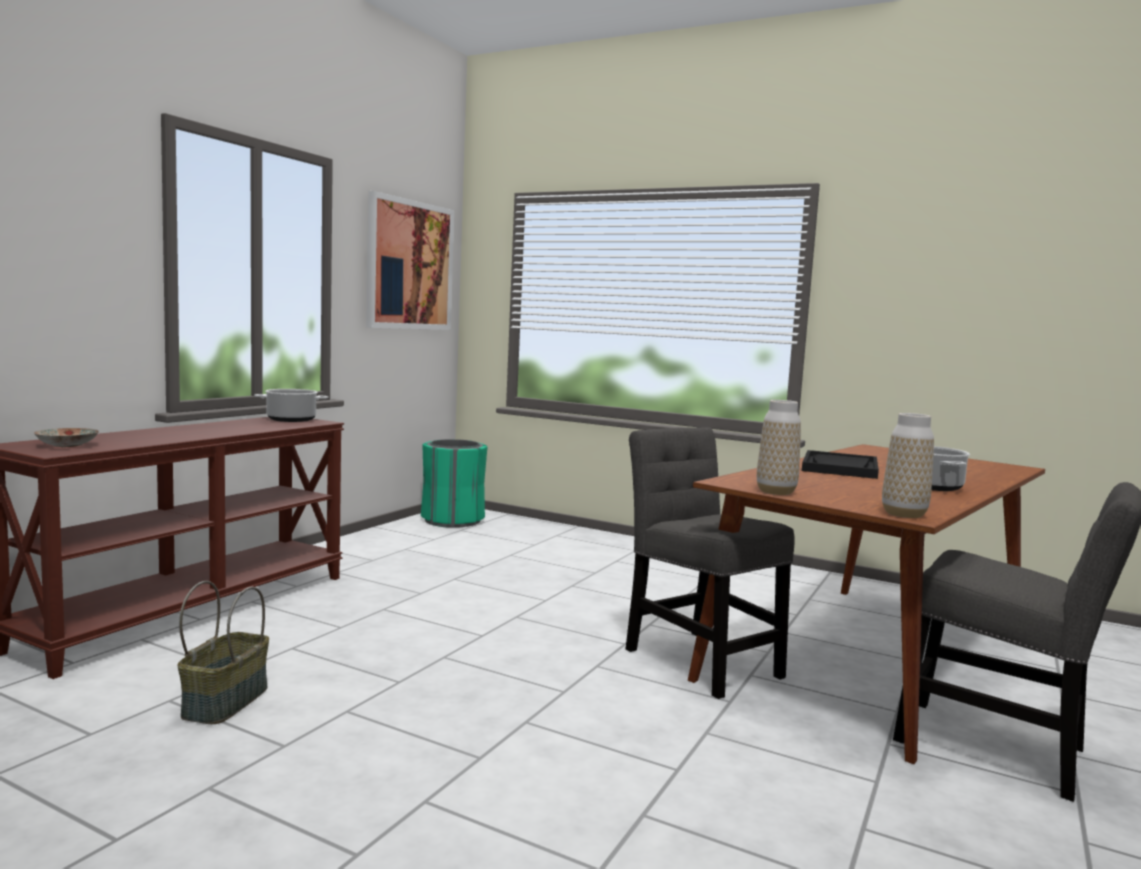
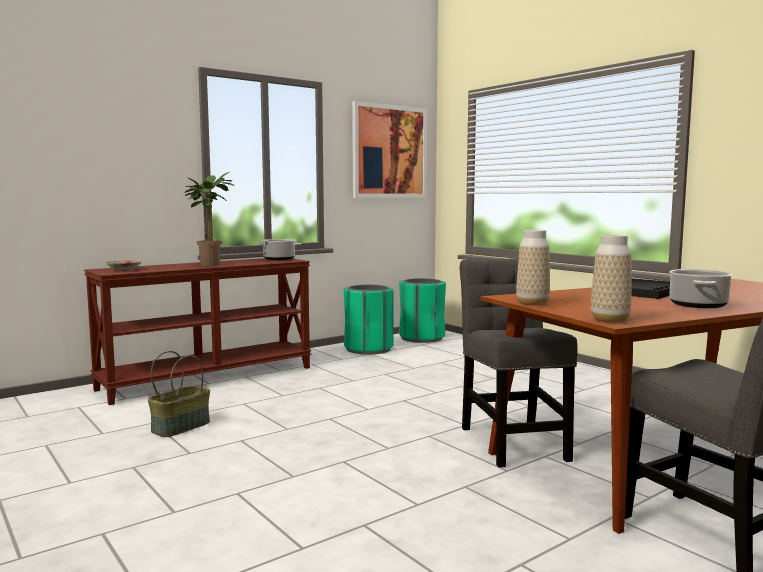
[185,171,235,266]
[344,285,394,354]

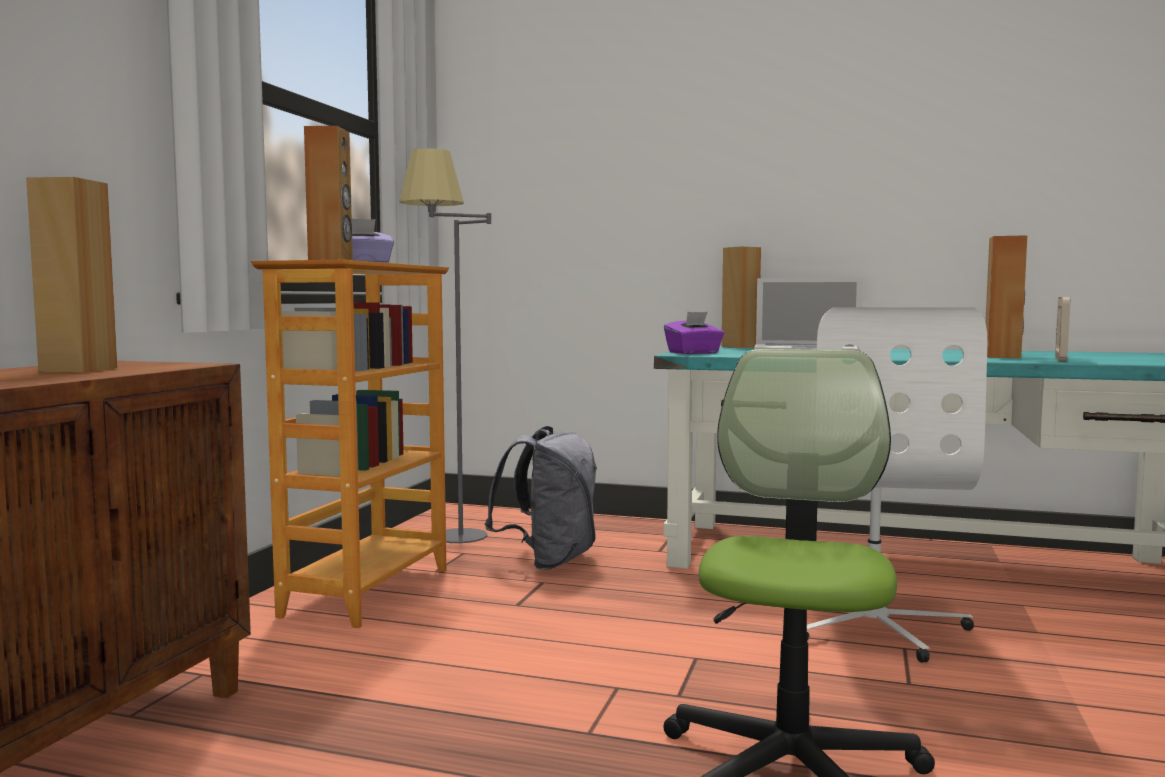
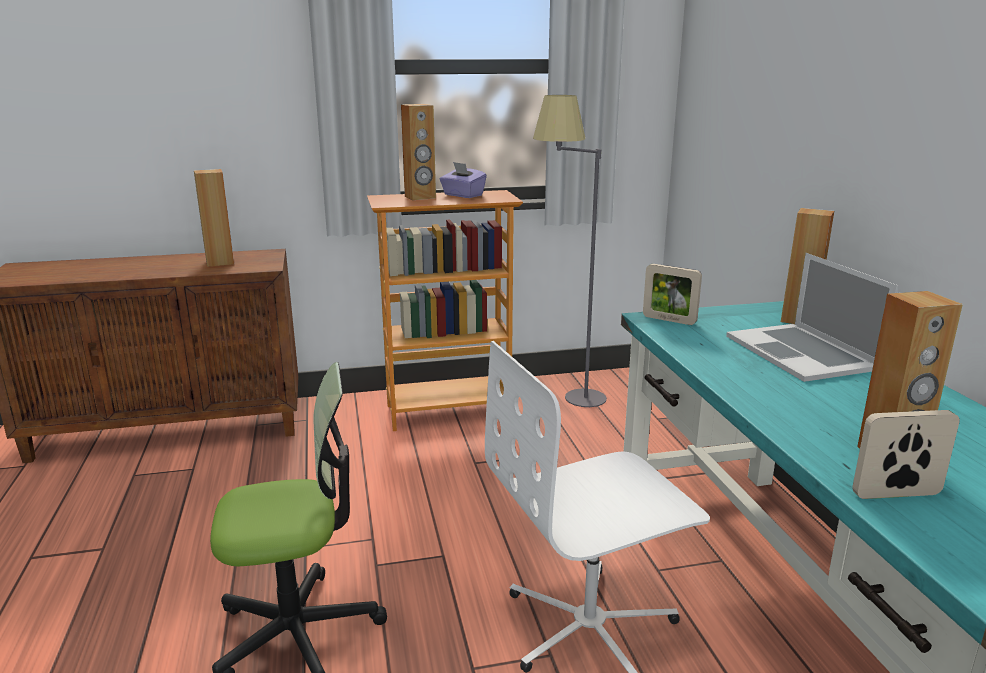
[485,426,597,570] (first image)
[643,264,702,325]

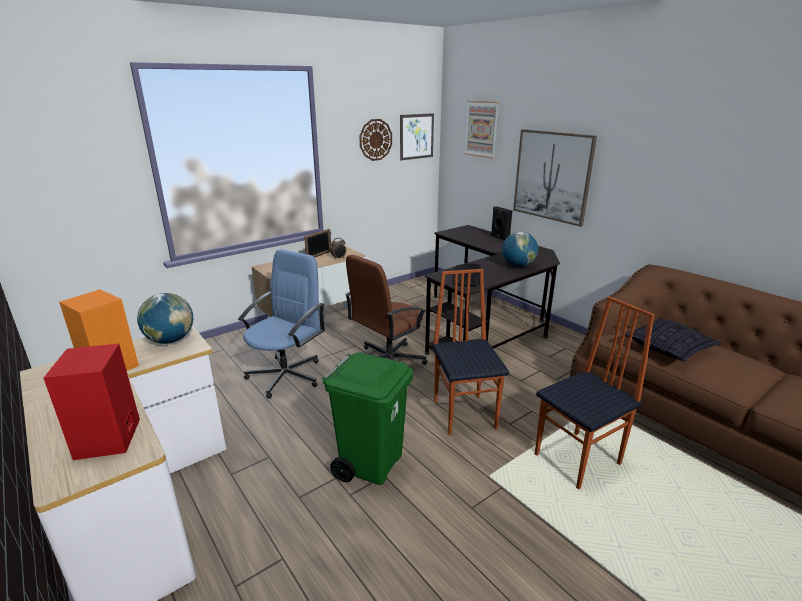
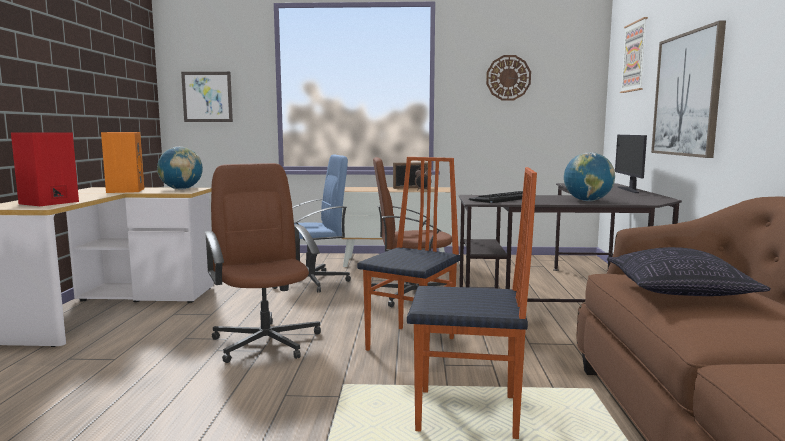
[204,163,321,363]
[181,72,233,122]
[615,135,647,193]

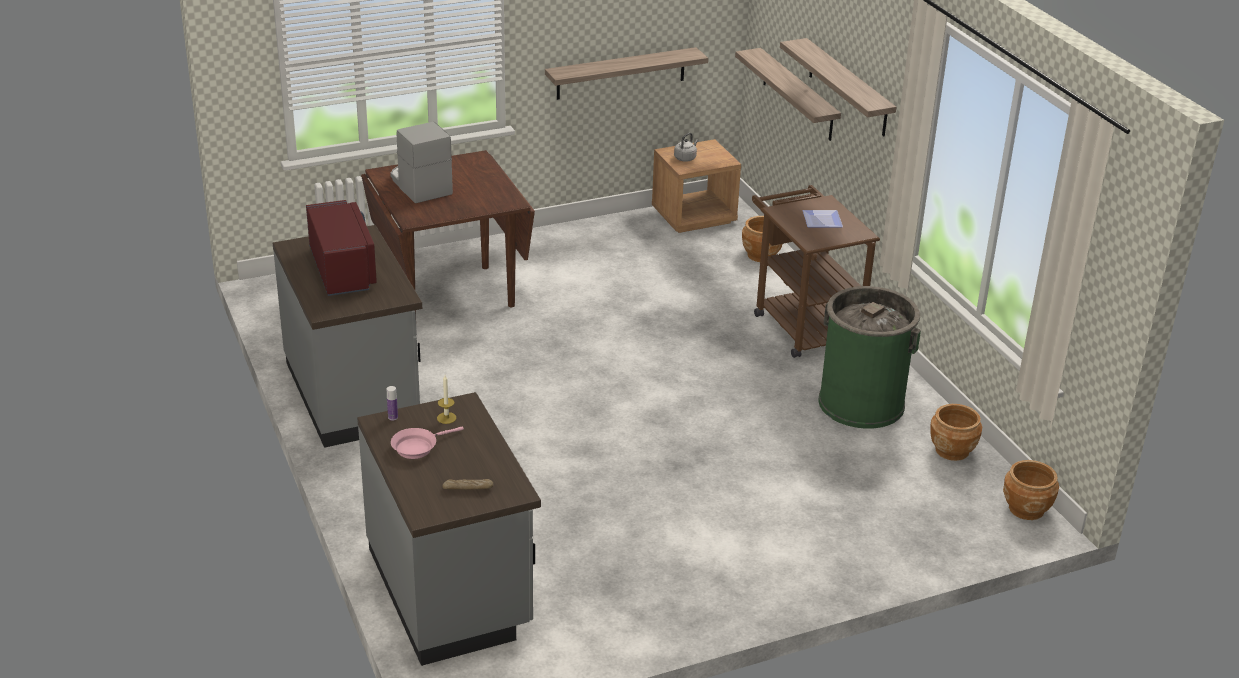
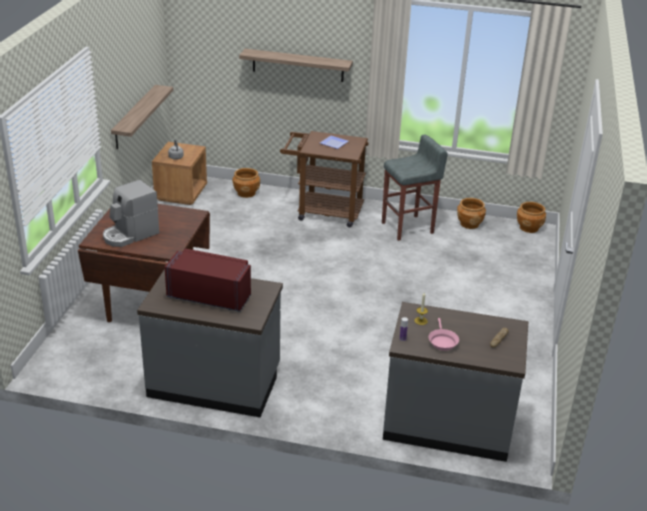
[103,180,159,247]
[735,48,841,141] (first image)
[382,134,448,241]

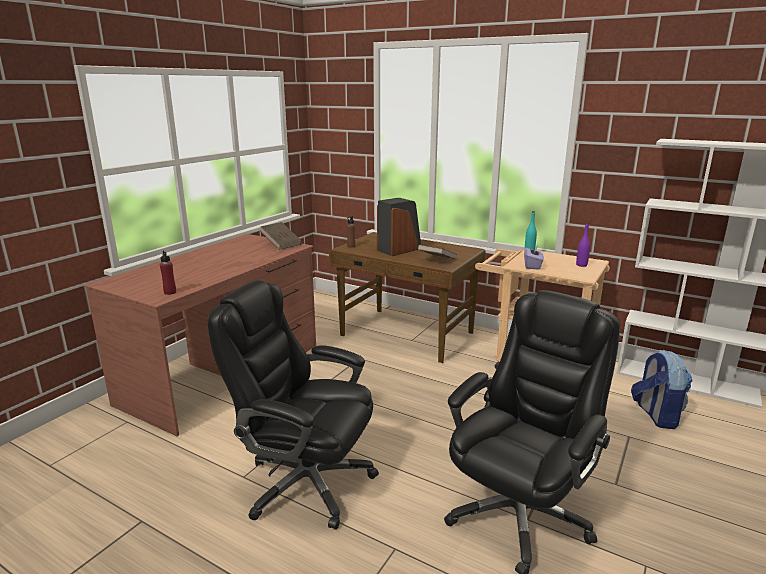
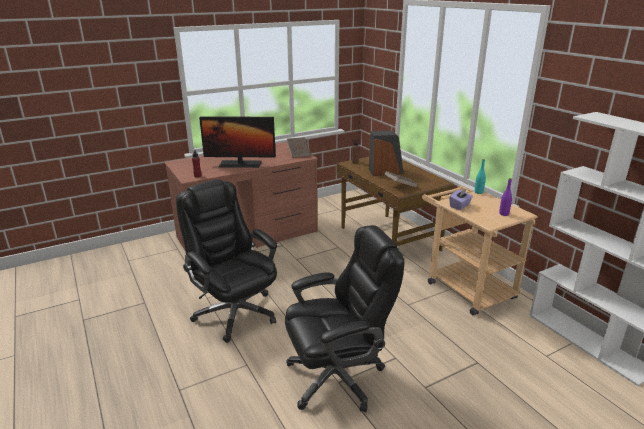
[631,350,693,429] (first image)
[199,116,276,168]

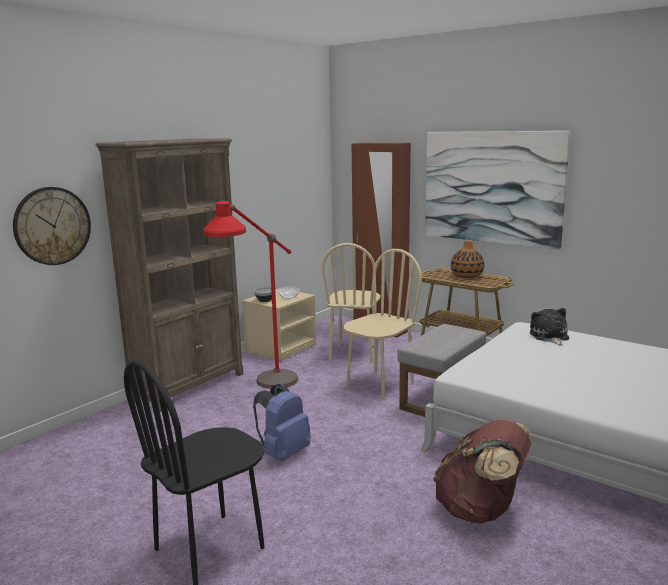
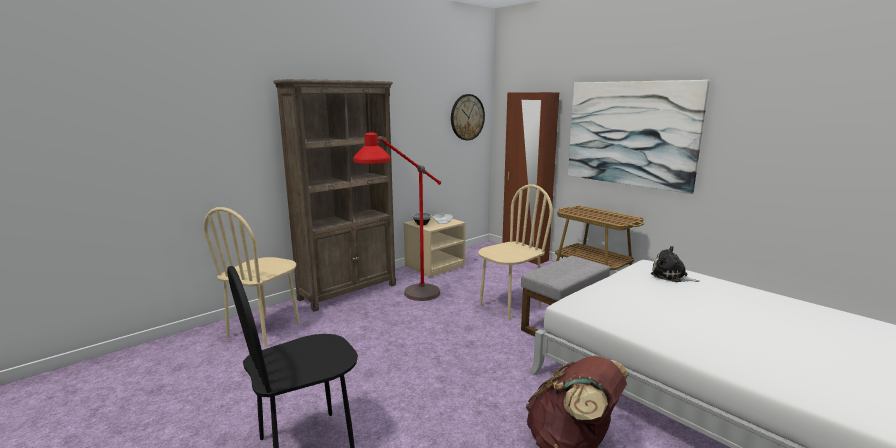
[451,94,485,140]
[253,384,311,461] (first image)
[204,207,300,348]
[451,240,484,278] (first image)
[651,246,700,282]

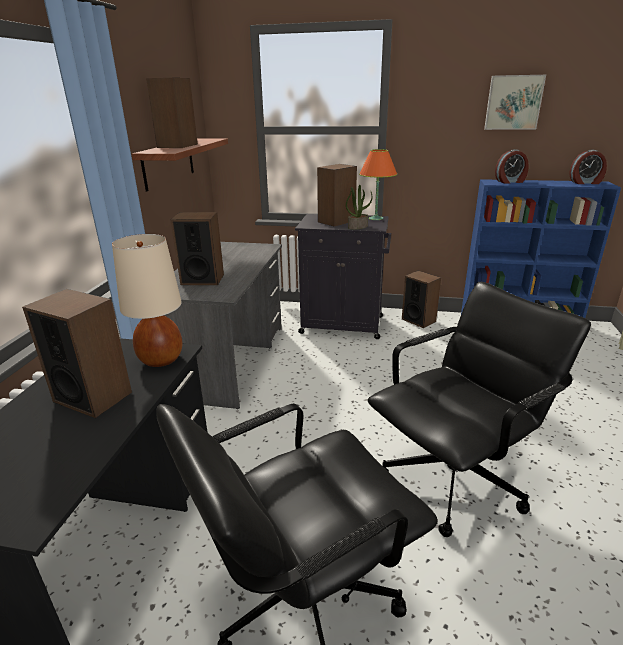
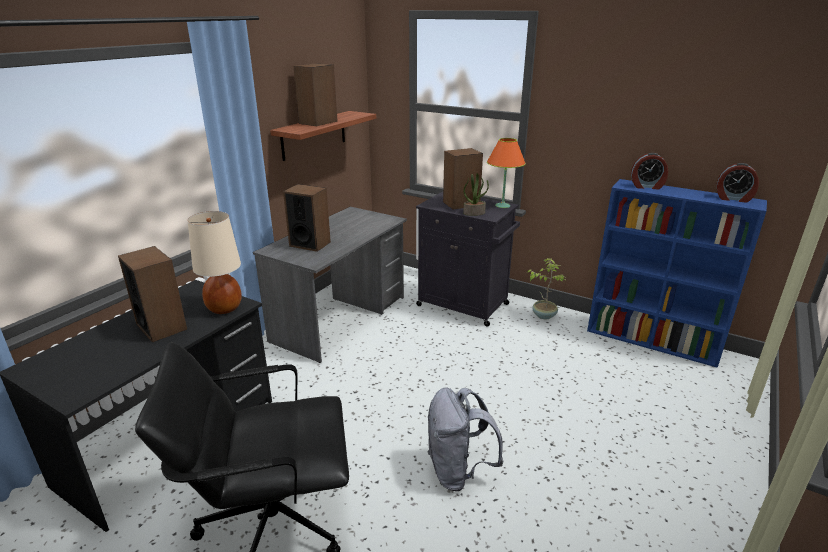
[427,387,503,491]
[527,258,565,319]
[484,75,546,130] (first image)

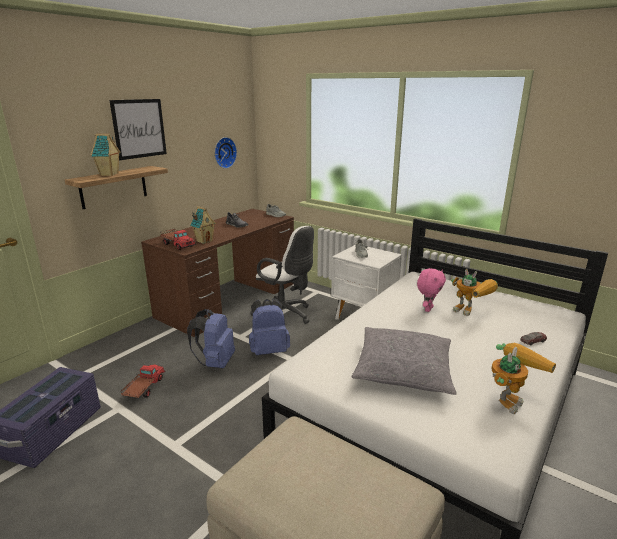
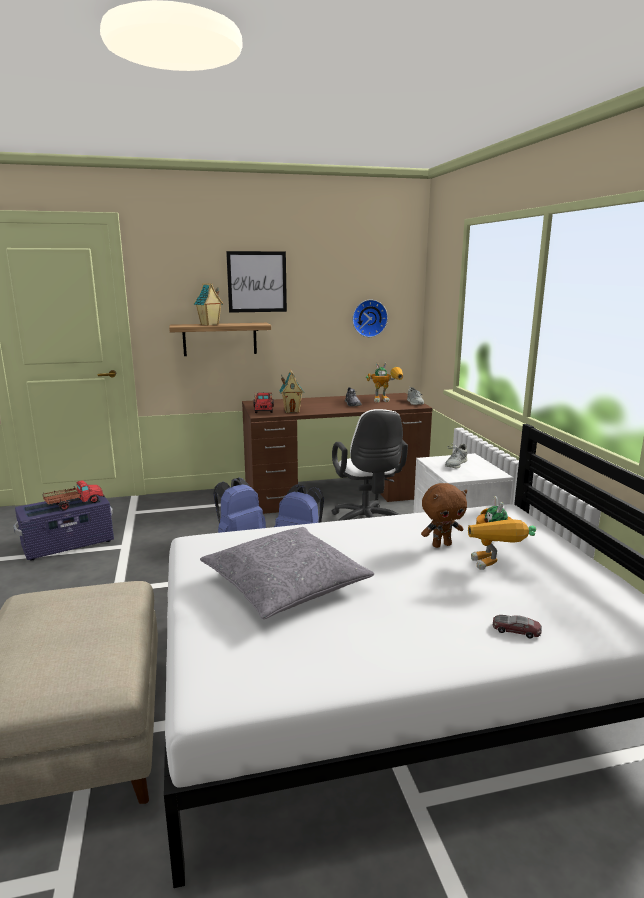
[43,480,105,511]
[421,483,467,548]
[366,363,403,402]

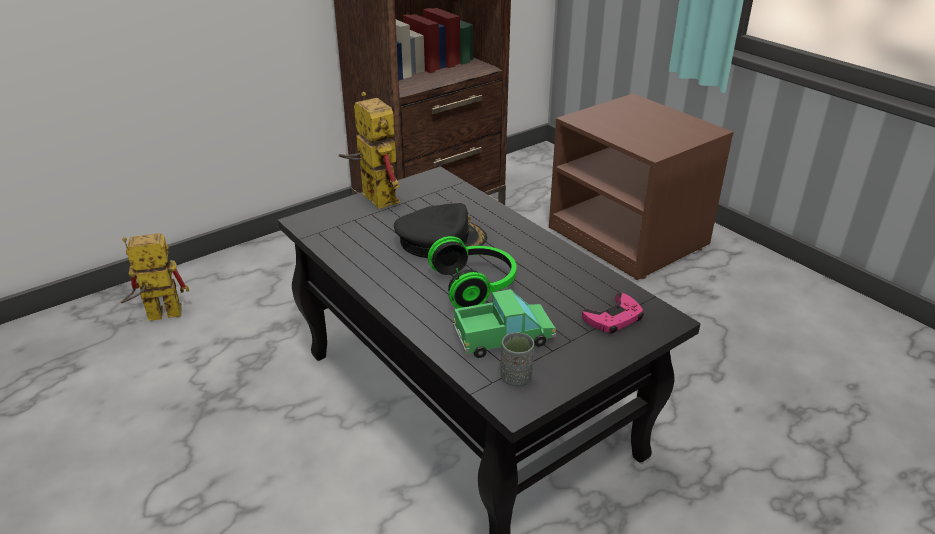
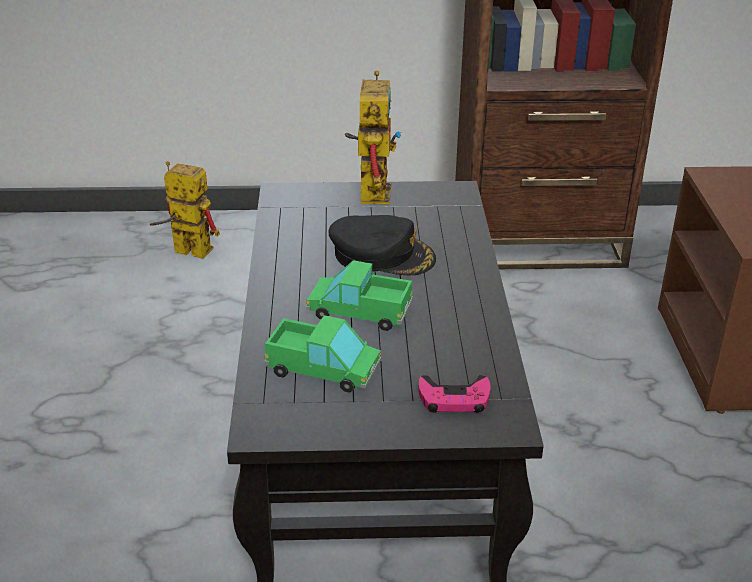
[306,260,413,331]
[500,332,534,386] (first image)

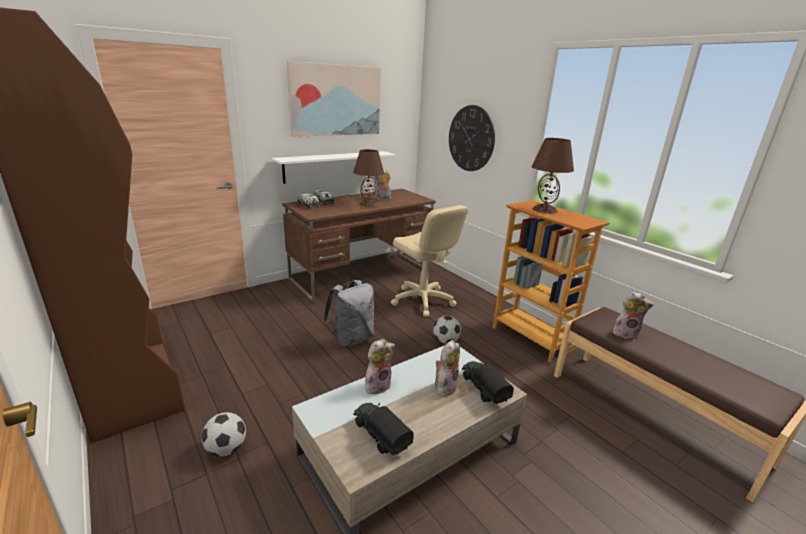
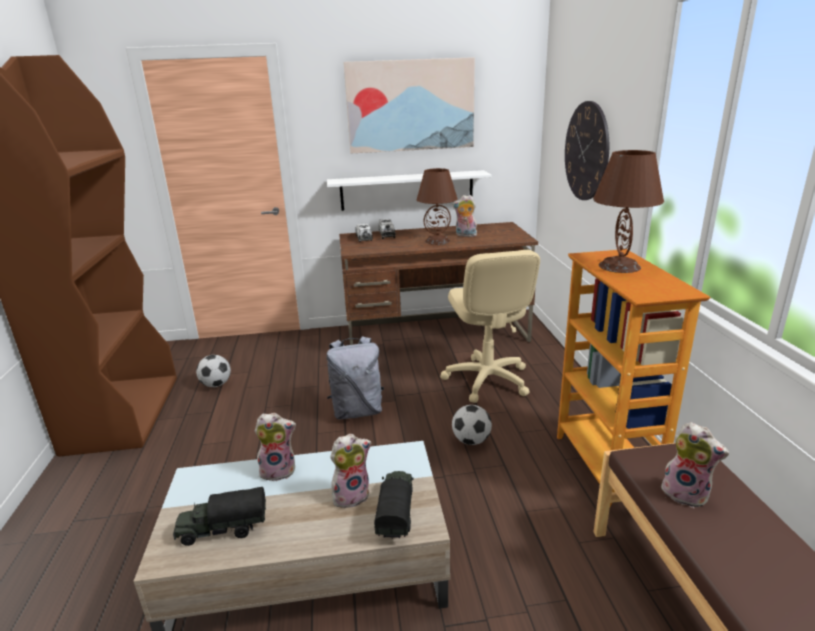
[196,355,231,387]
[173,487,266,546]

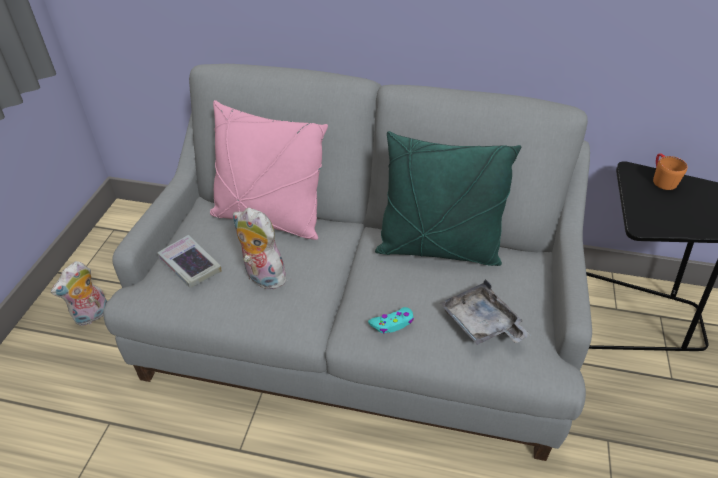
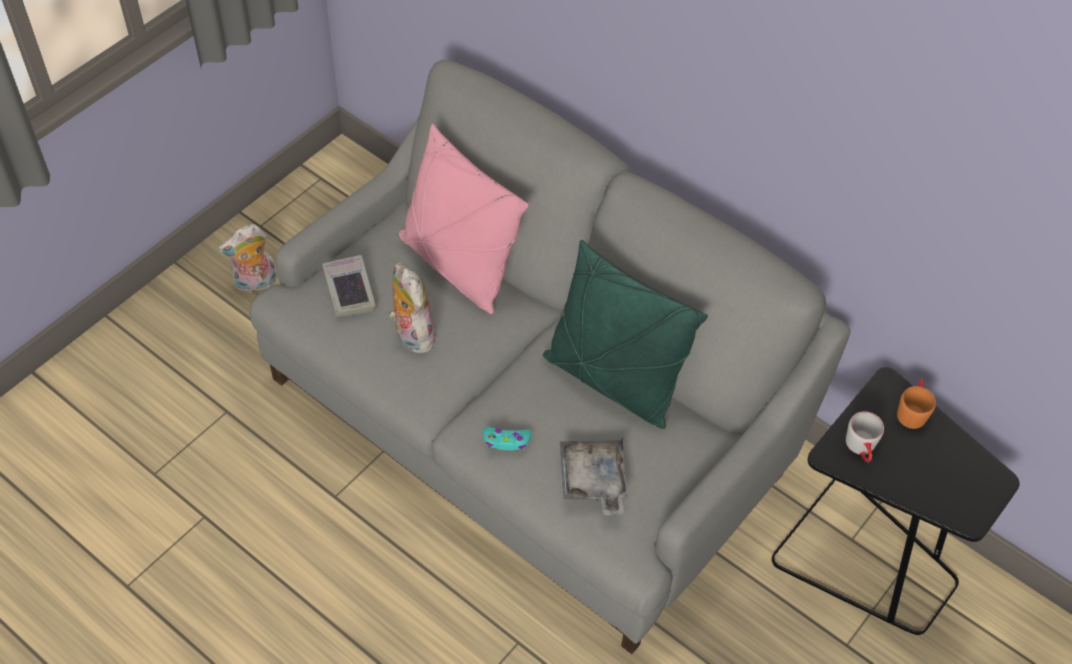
[846,411,884,462]

